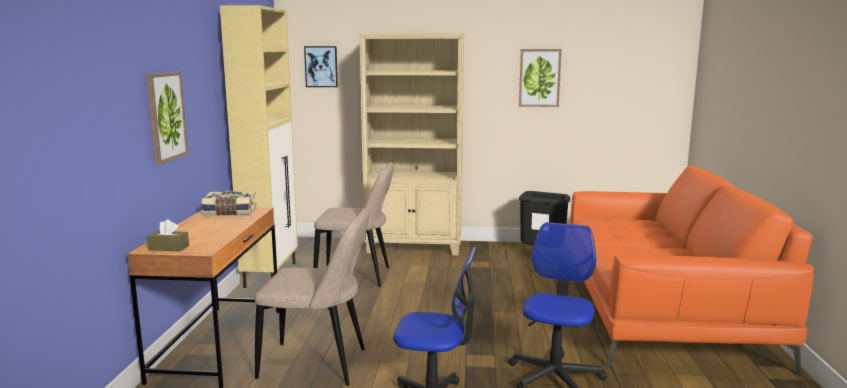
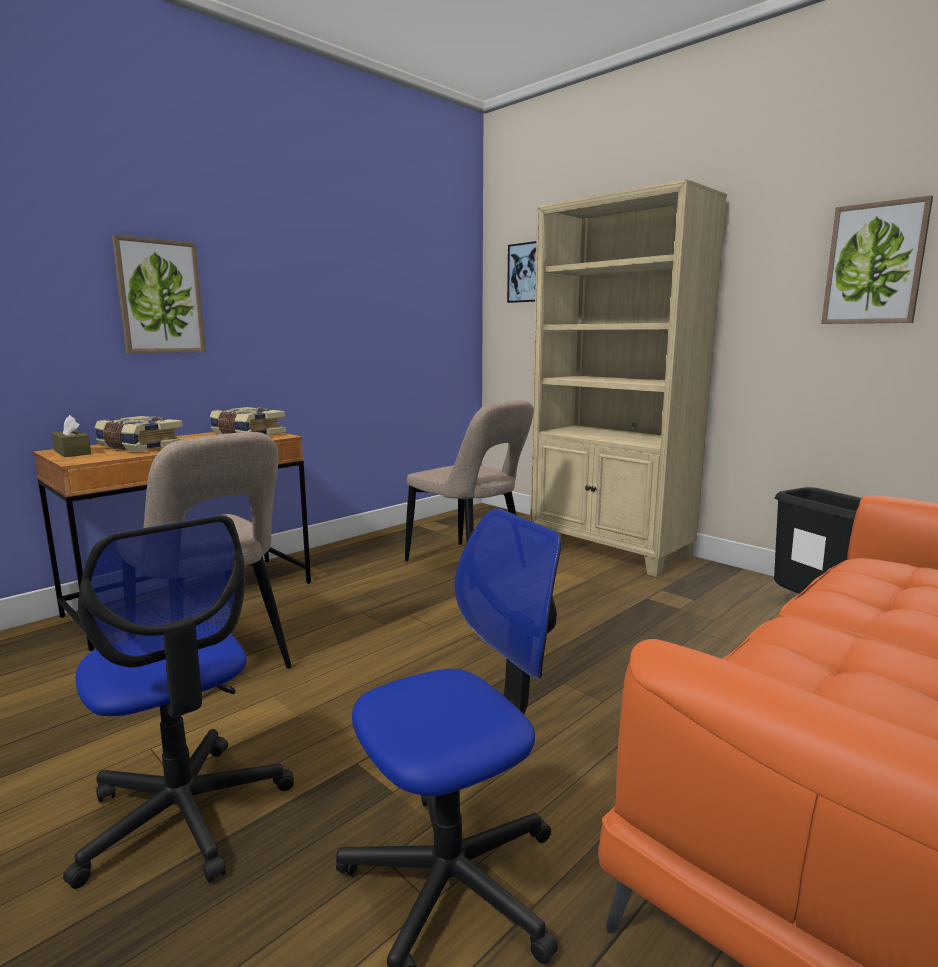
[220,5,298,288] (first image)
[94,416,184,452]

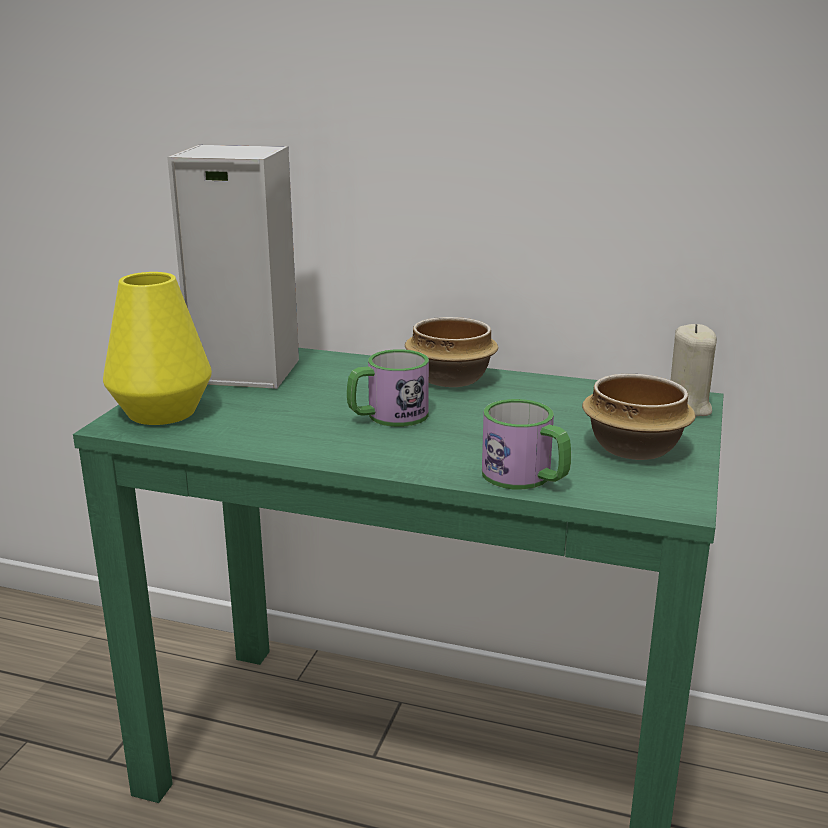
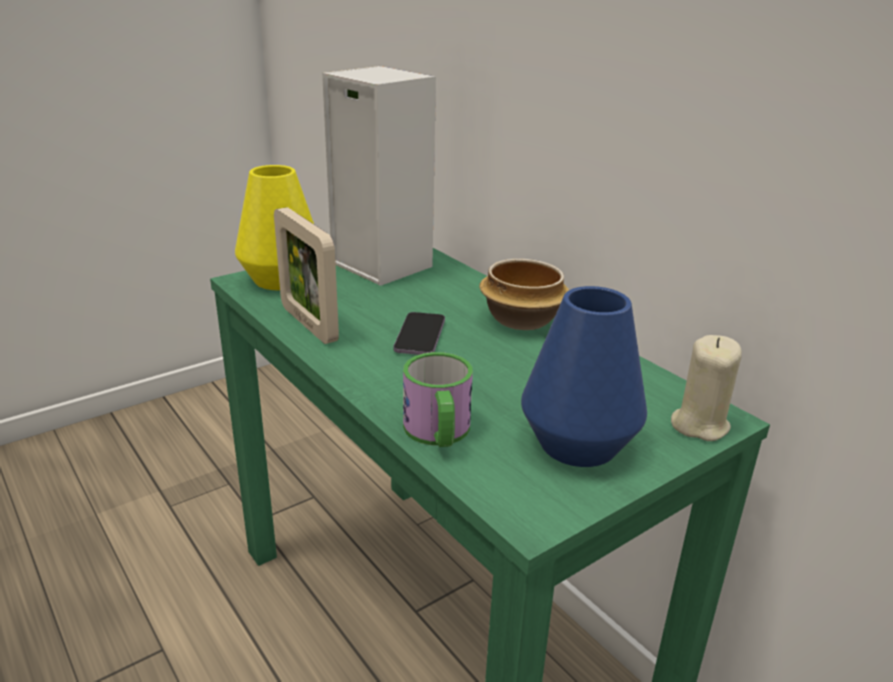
[393,312,445,355]
[521,286,647,467]
[274,207,339,344]

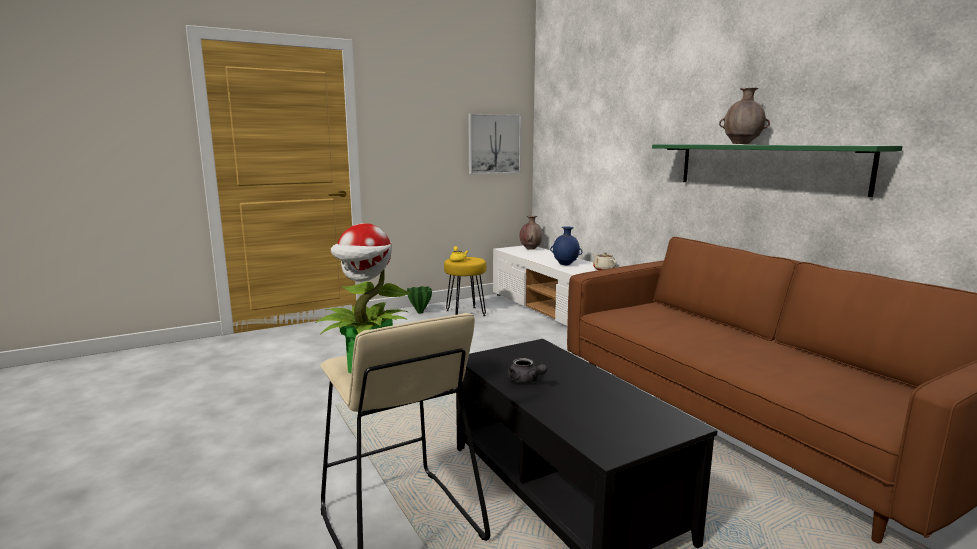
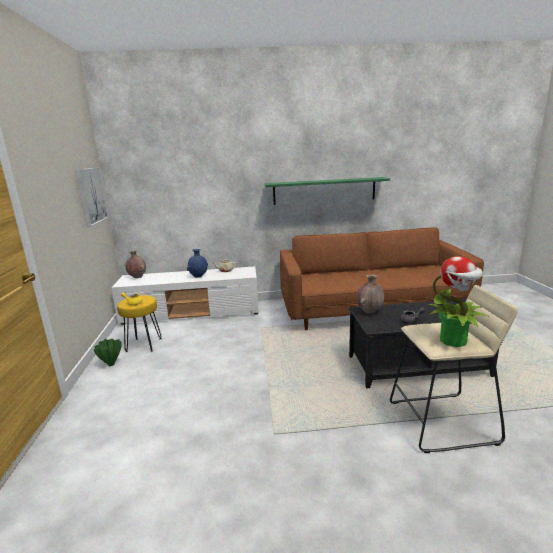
[357,274,384,314]

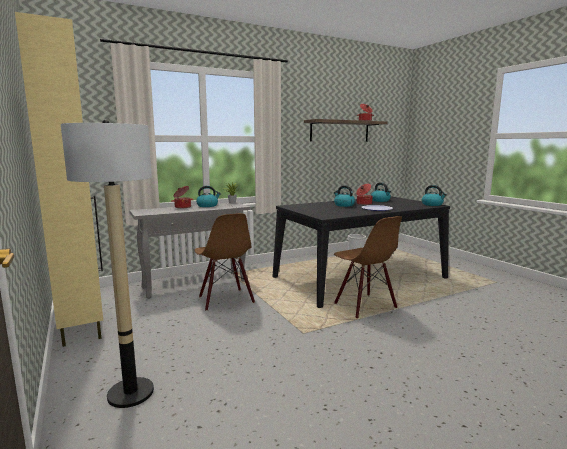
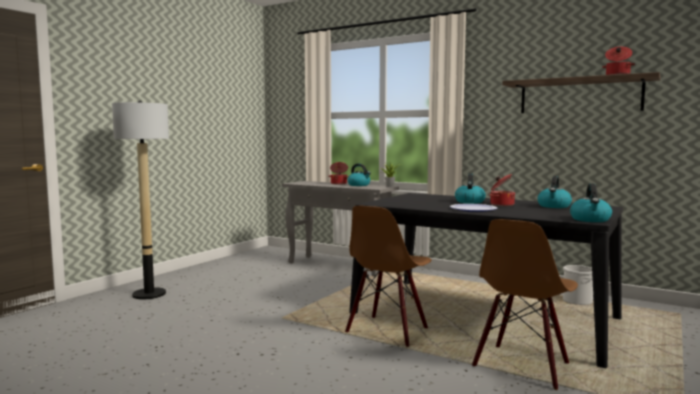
[15,12,103,347] (first image)
[472,219,578,390]

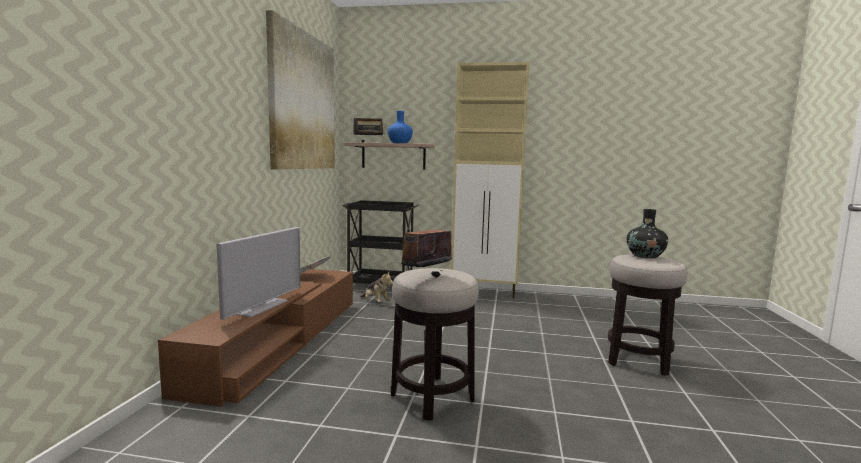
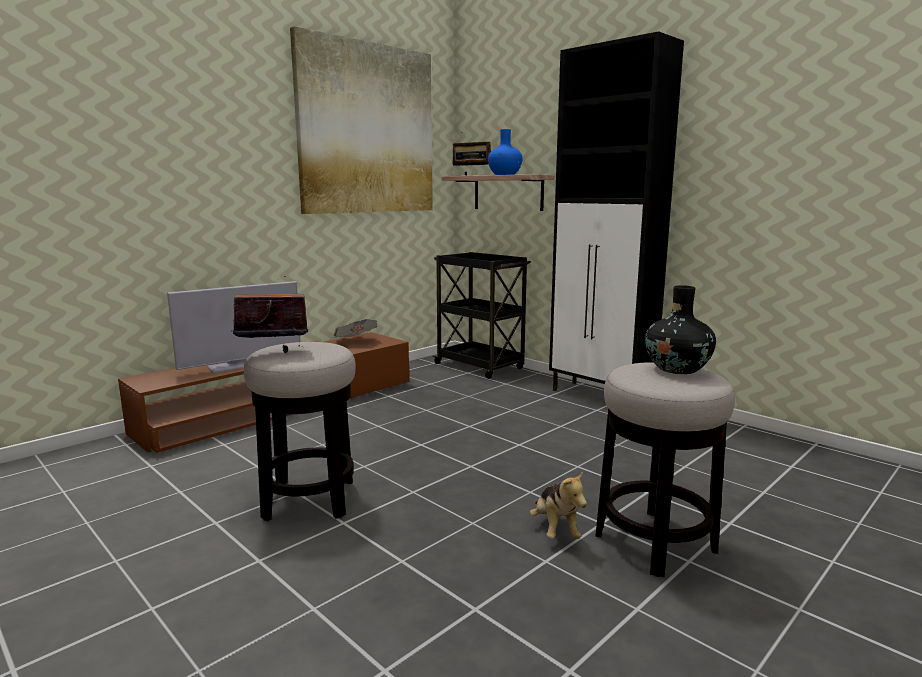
[530,471,587,539]
[549,31,684,391]

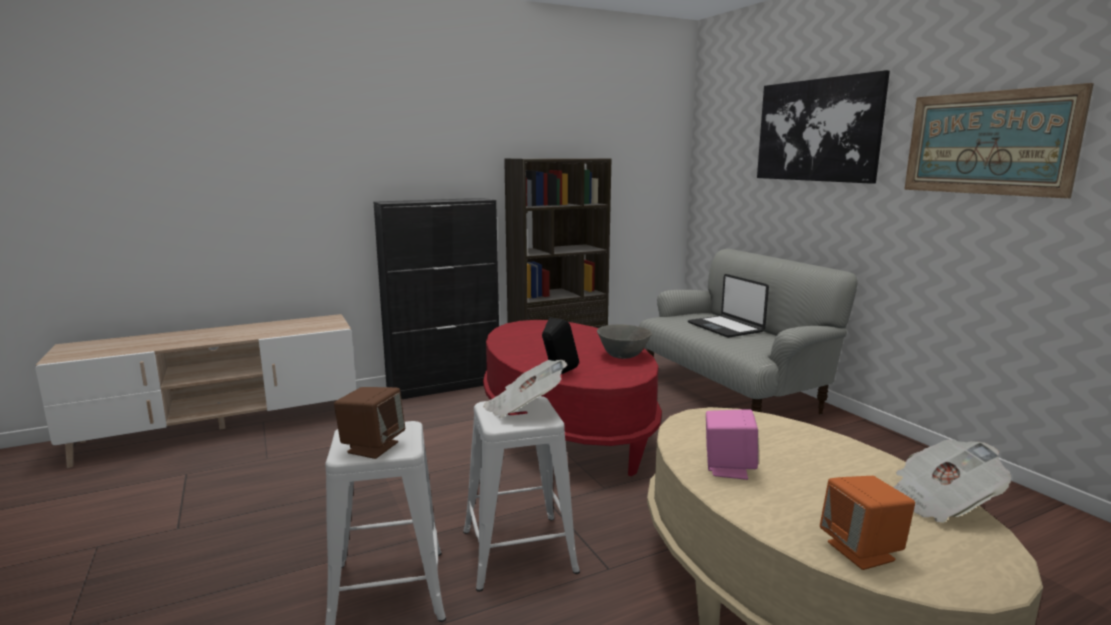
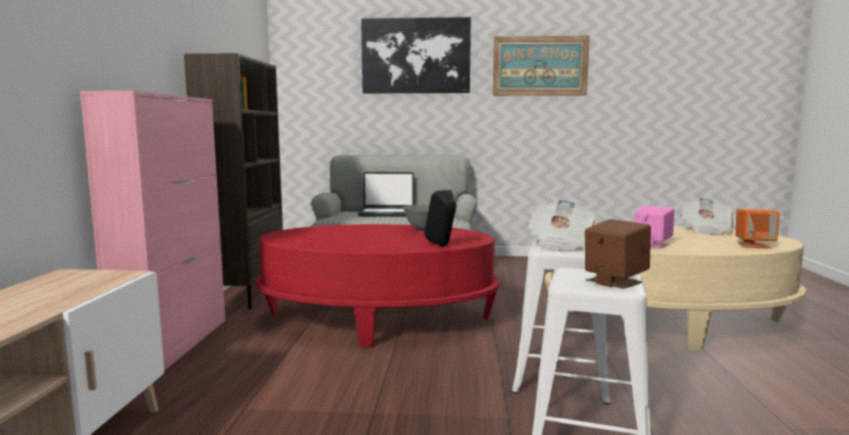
[80,91,225,371]

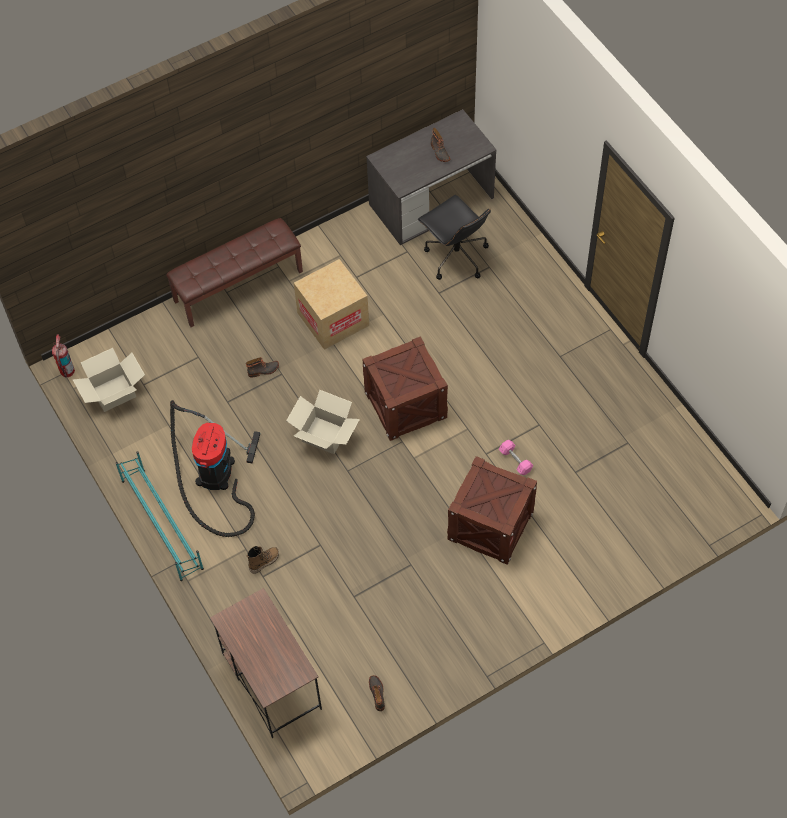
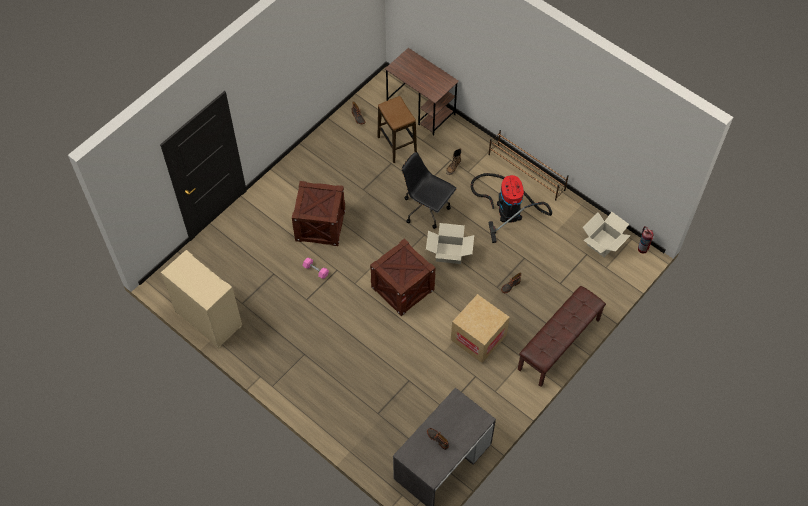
[488,130,569,201]
[402,152,457,229]
[161,250,242,348]
[377,96,417,163]

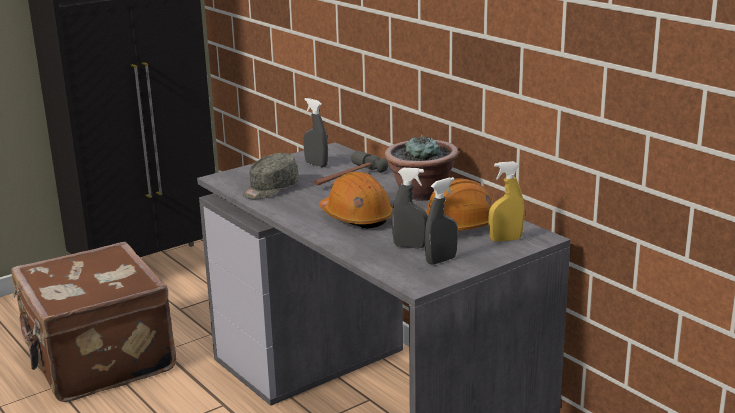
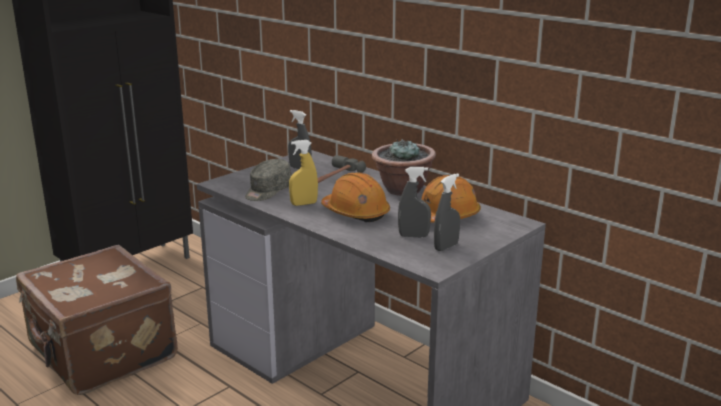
[289,140,318,206]

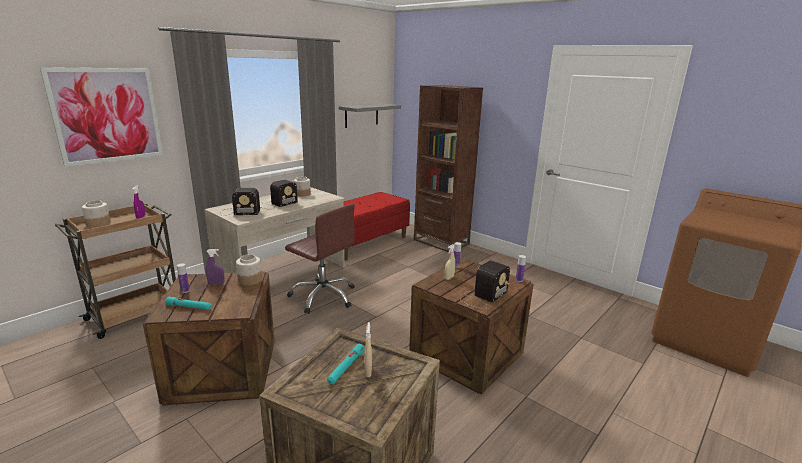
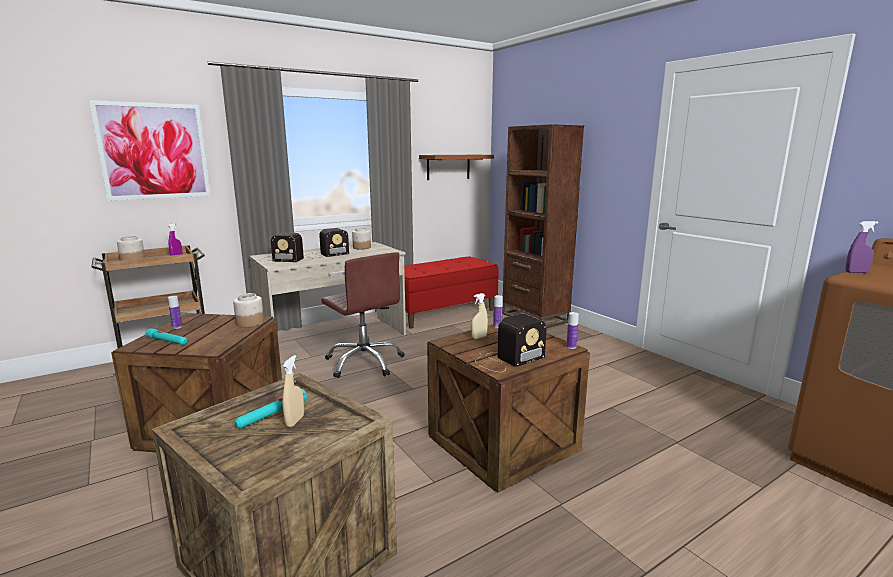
[846,221,879,273]
[419,155,494,180]

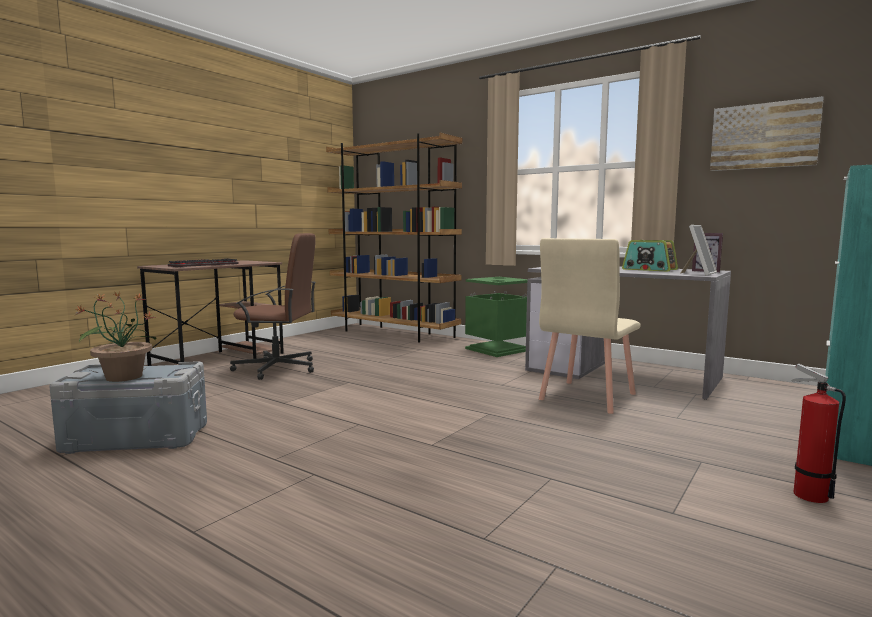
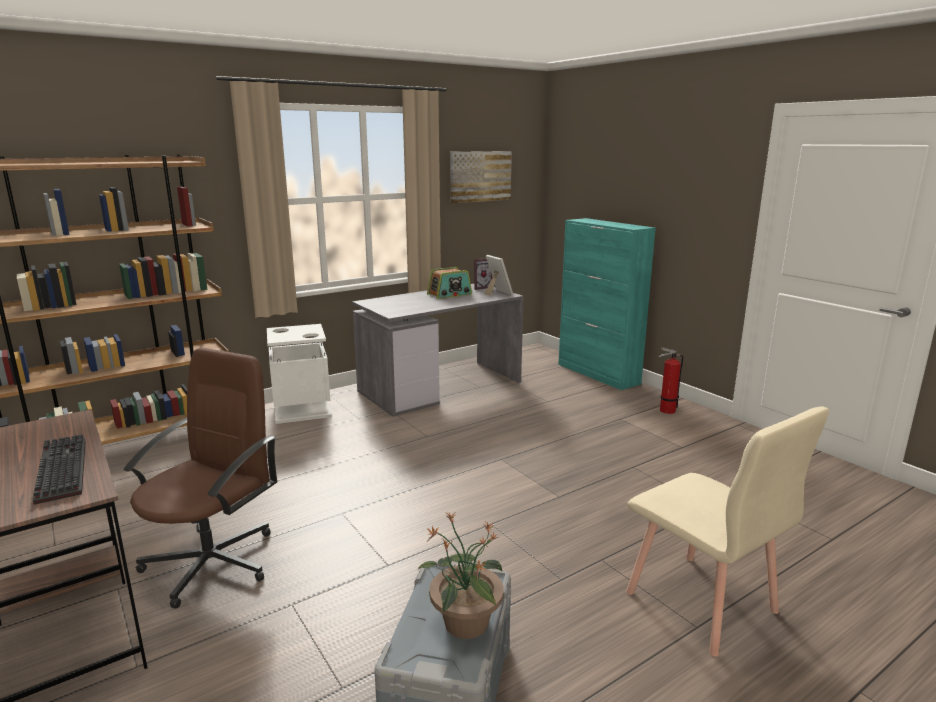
[267,324,332,424]
[626,406,829,657]

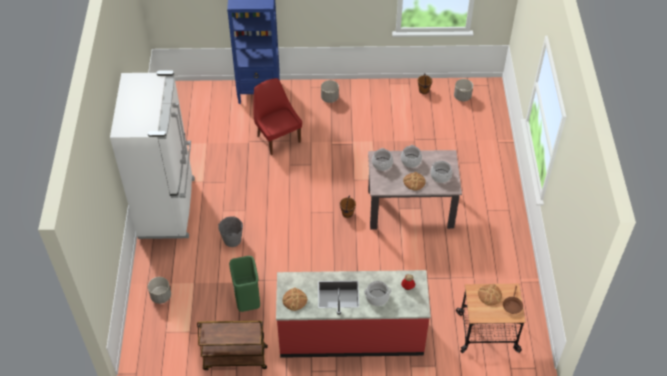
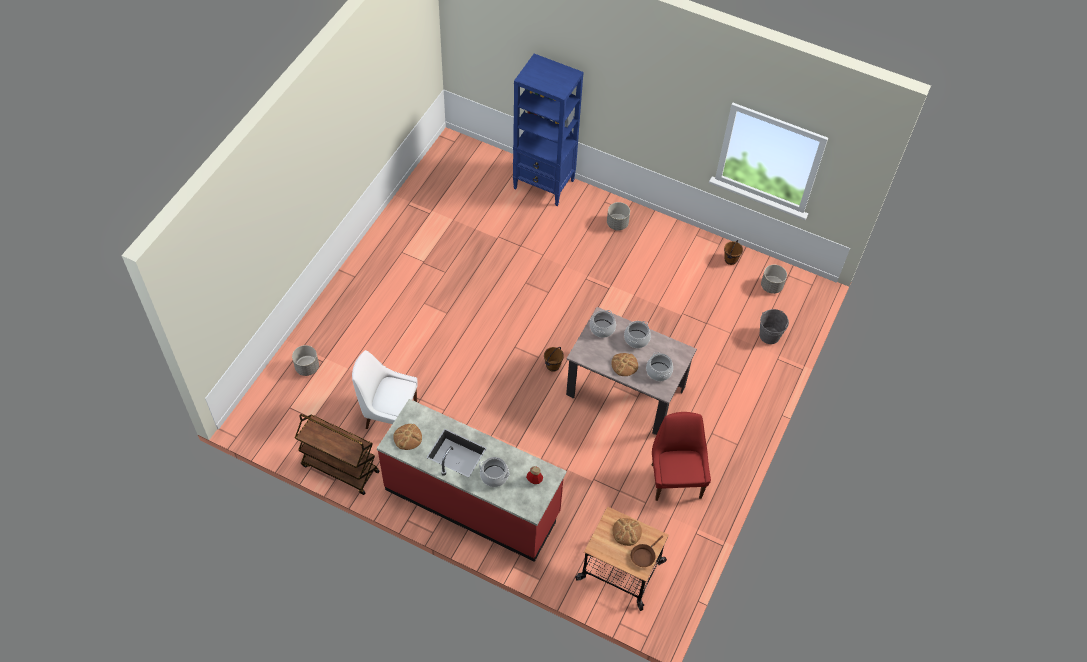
[110,70,195,239] (first image)
[759,309,789,344]
[352,350,418,429]
[651,412,711,501]

